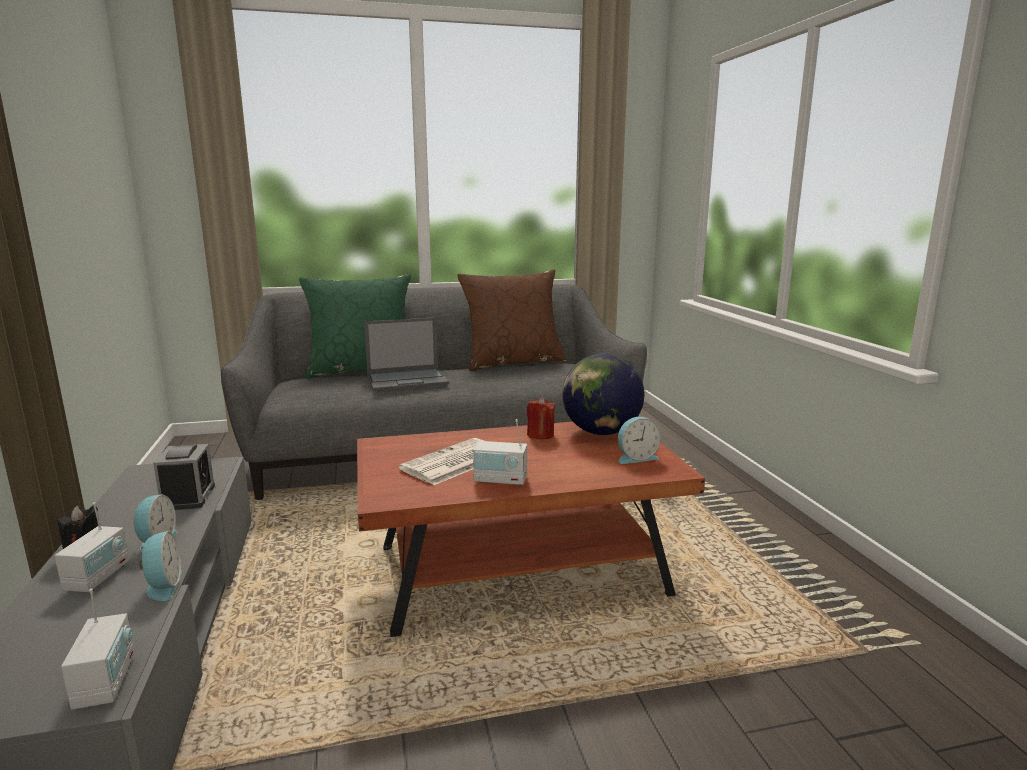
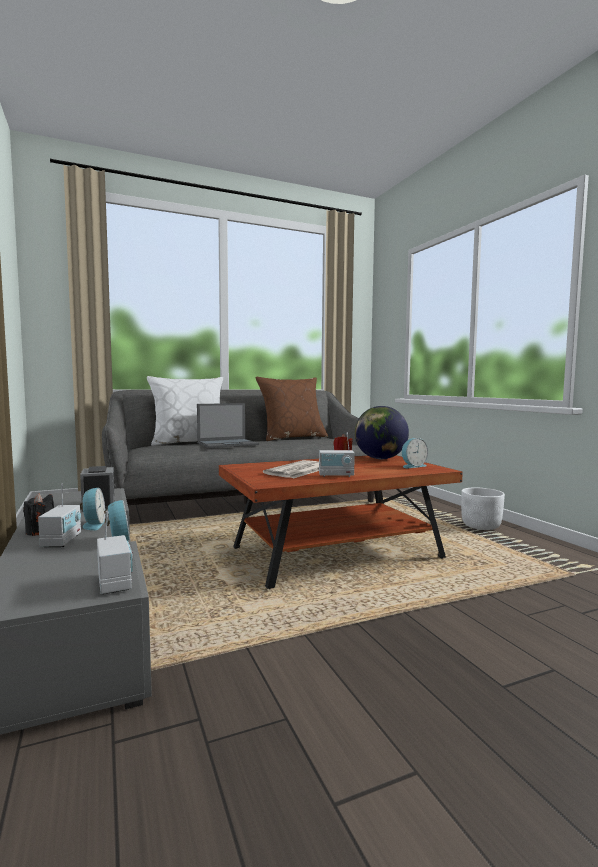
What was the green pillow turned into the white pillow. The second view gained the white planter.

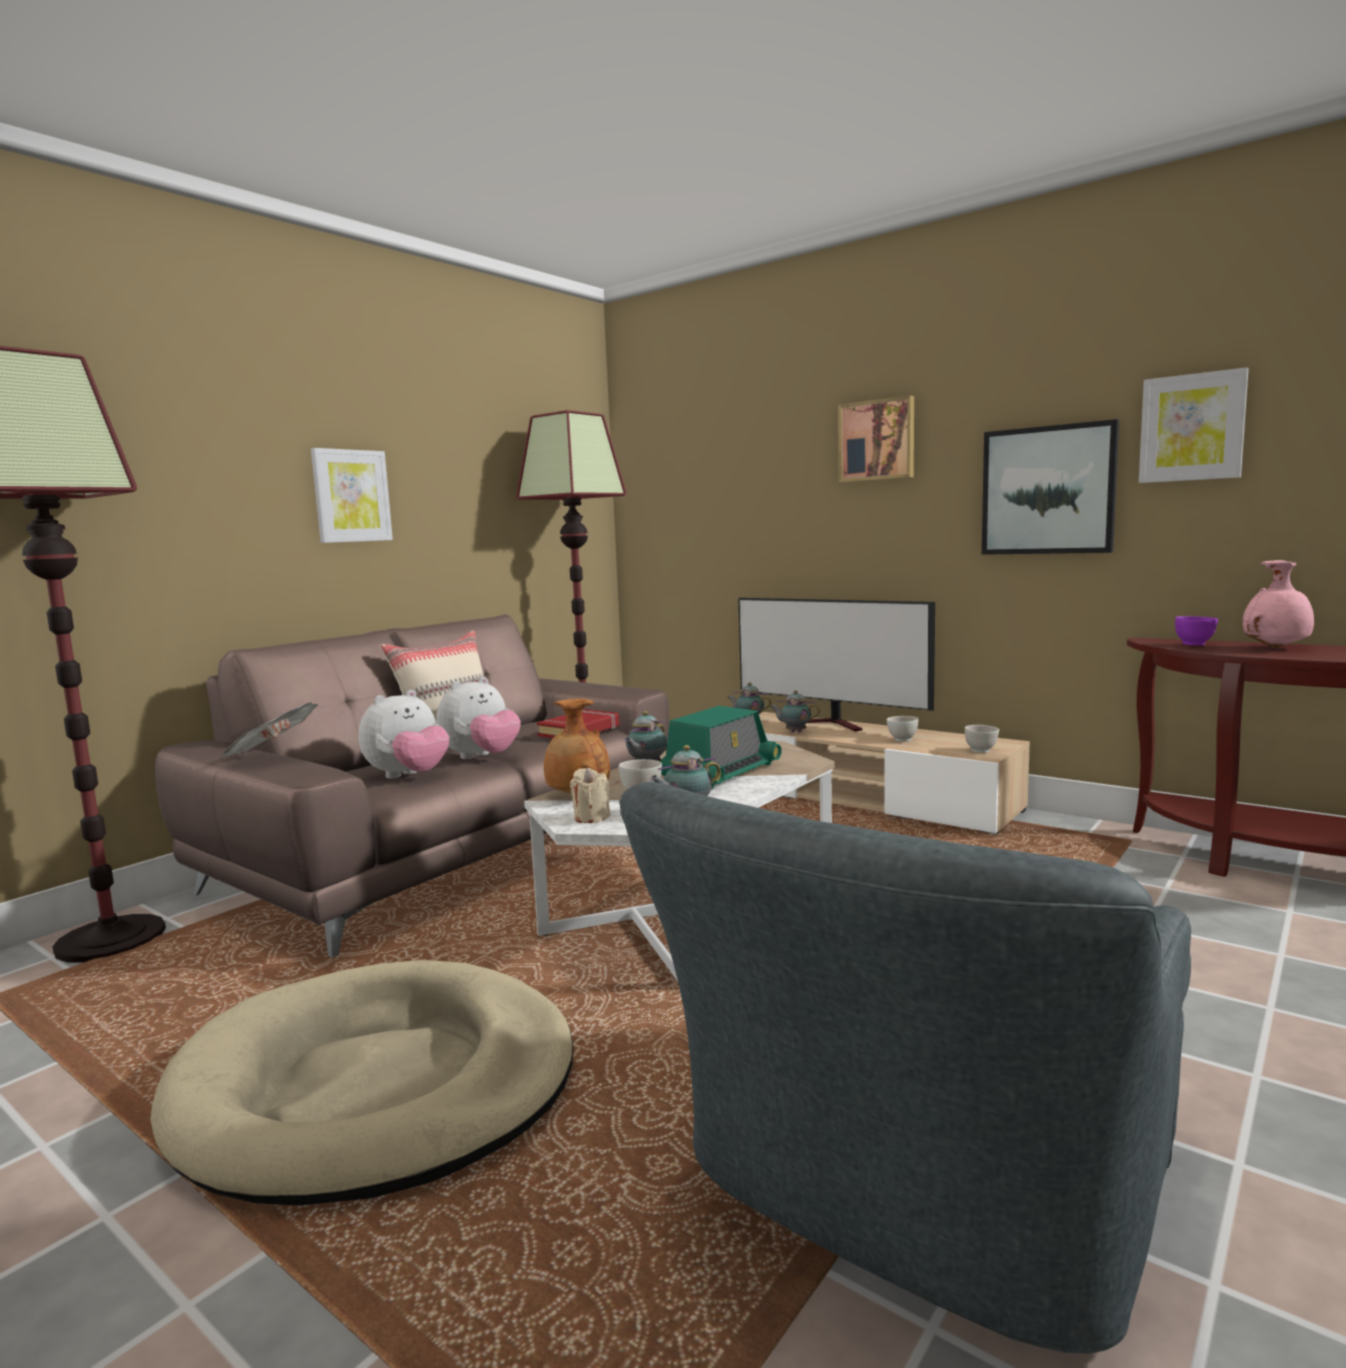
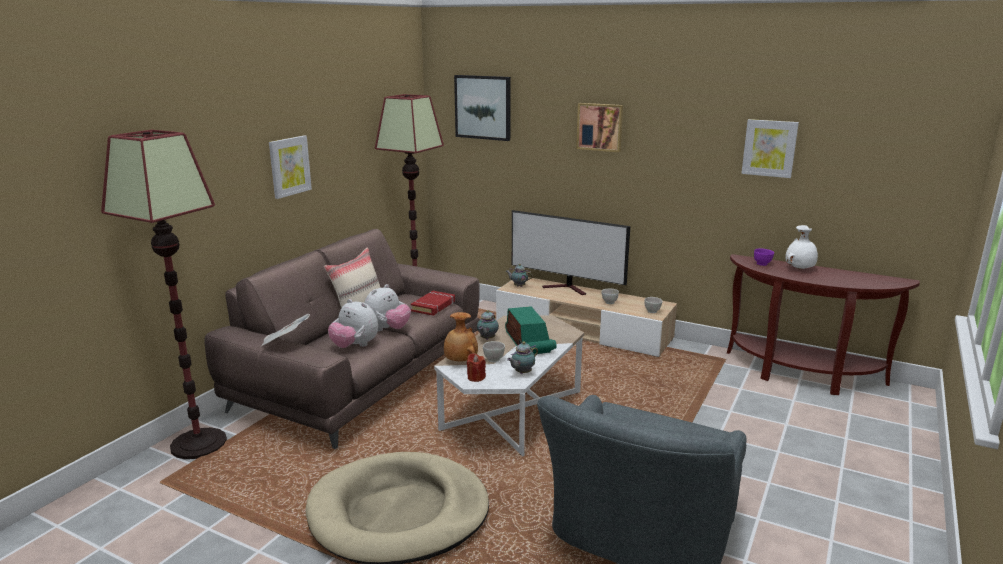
The plush toy (1st from left) ended up facing another way, 90 degrees clockwise from before. The picture (3rd from left in the first image) ended up elsewhere. What was the beige candle turned into the red candle. The radio ended up facing another way, 45 degrees counterclockwise from before. What was the pink vase turned into the white vase. The second view lost the teapot (4th from left).

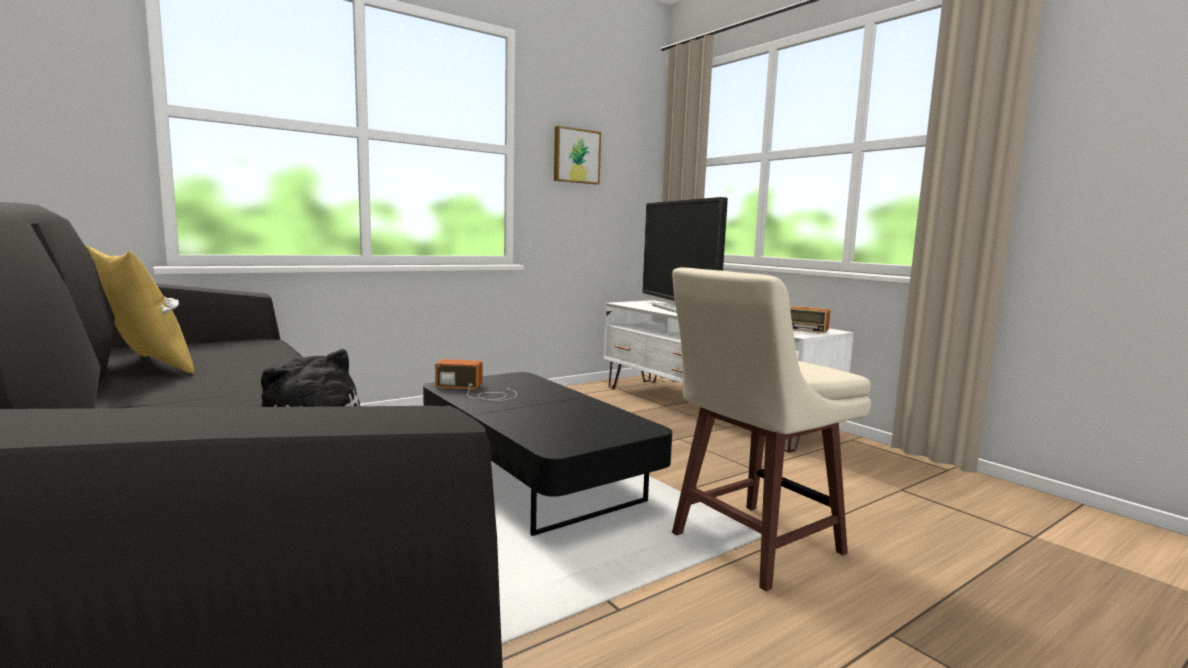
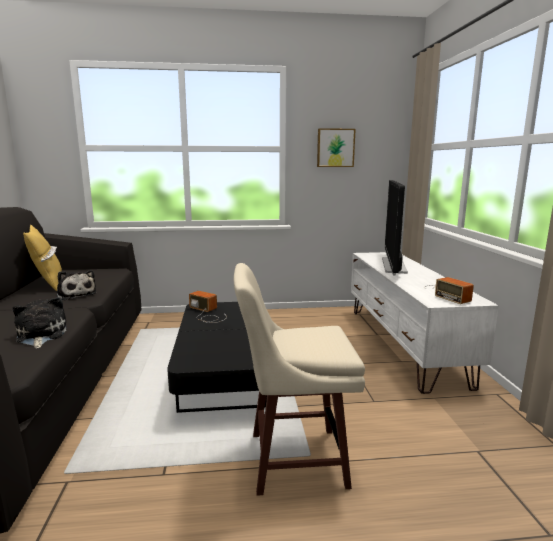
The second view gained the plush toy (2nd from left).

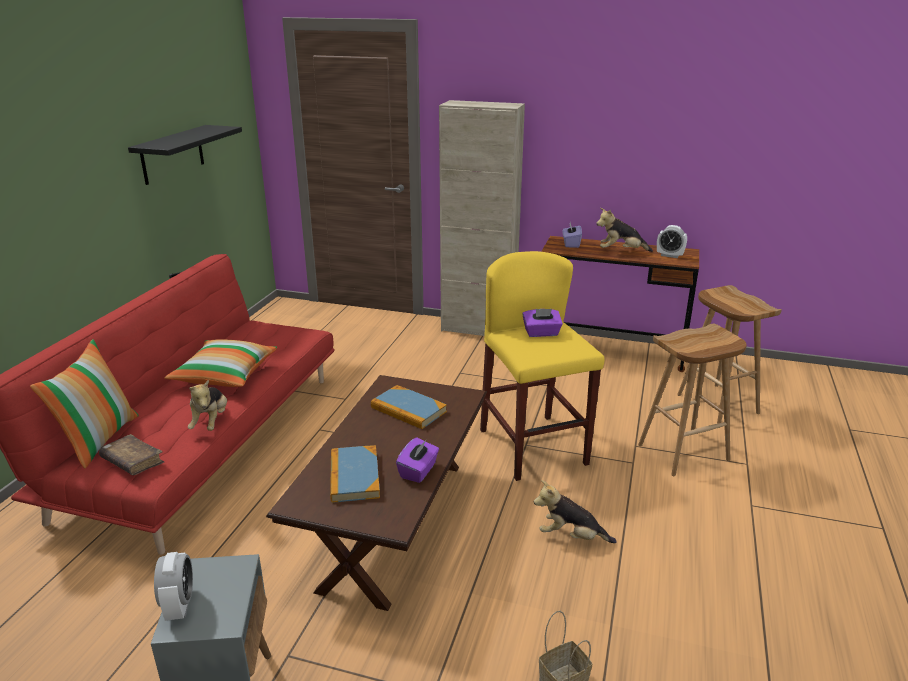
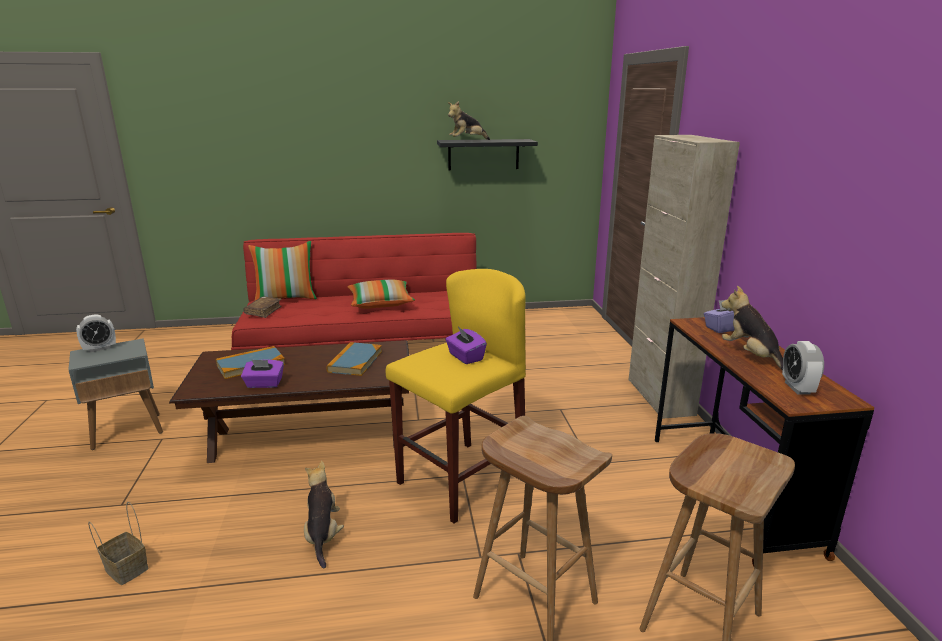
The plush toy (1st from left in the first image) ended up elsewhere.

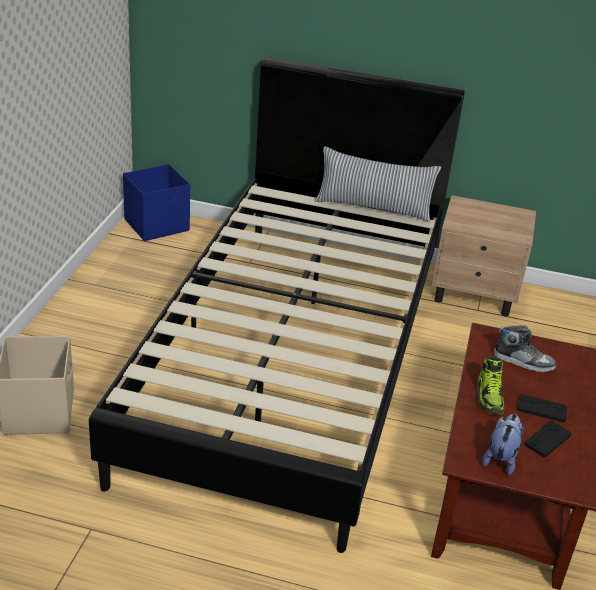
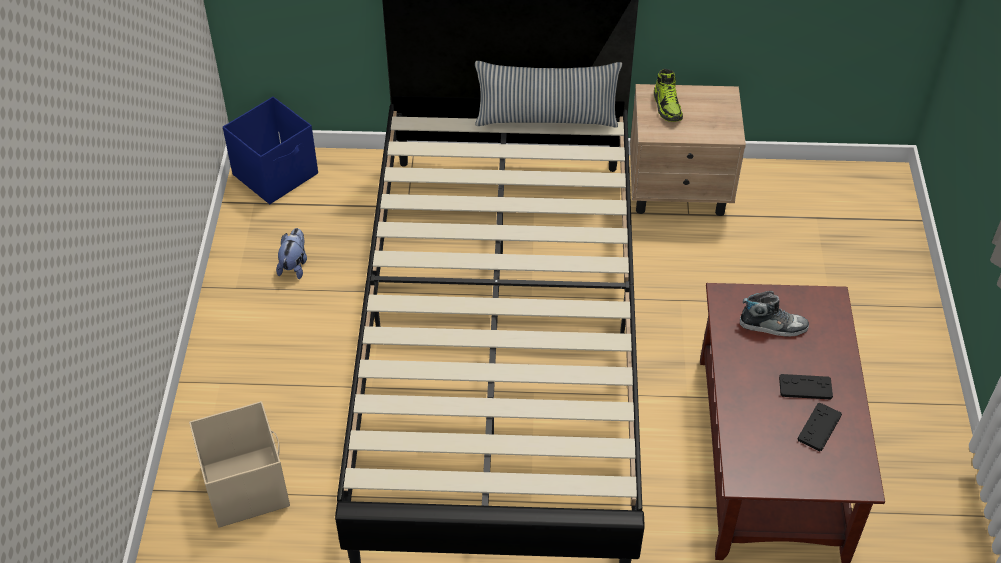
The plush toy ended up elsewhere. The shoe (1st from left) ended up elsewhere.

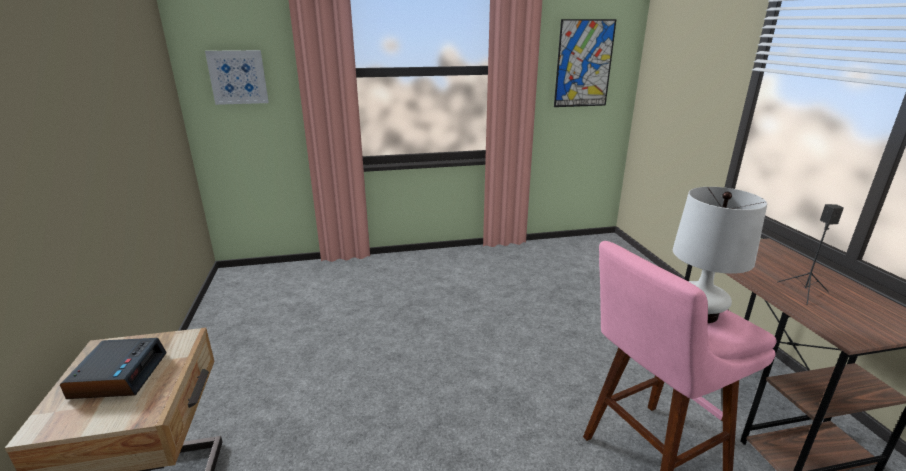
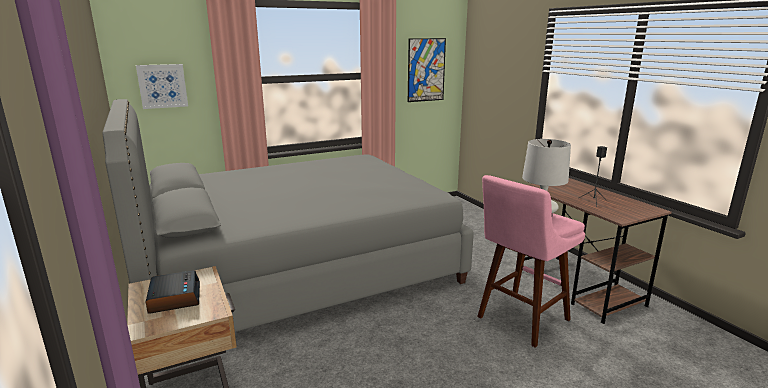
The second view gained the grey bed.

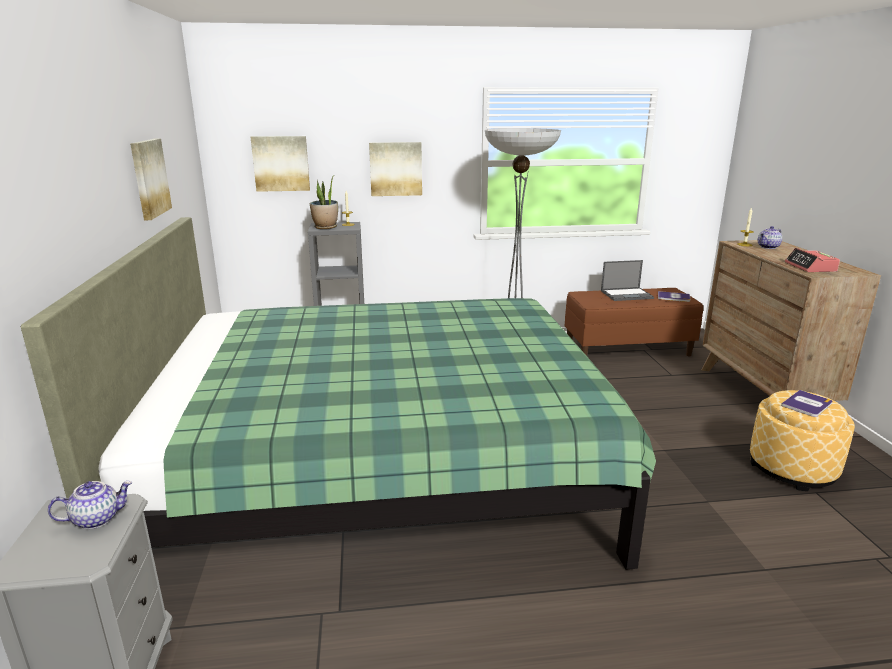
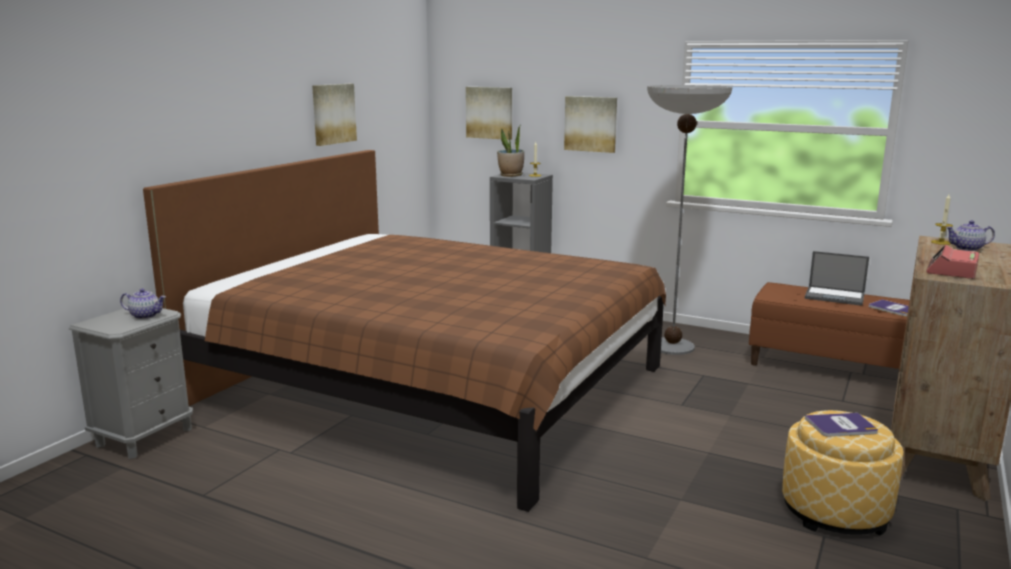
What was the green bed turned into the brown bed.

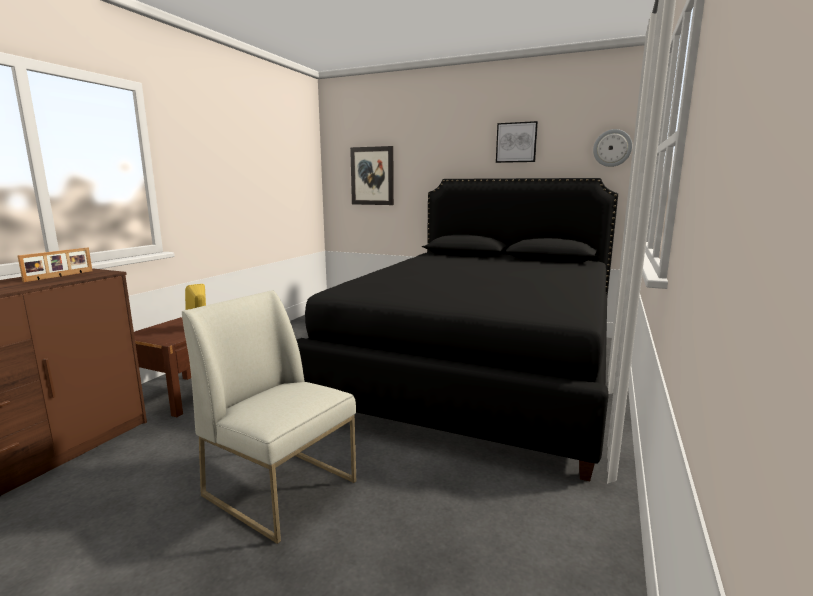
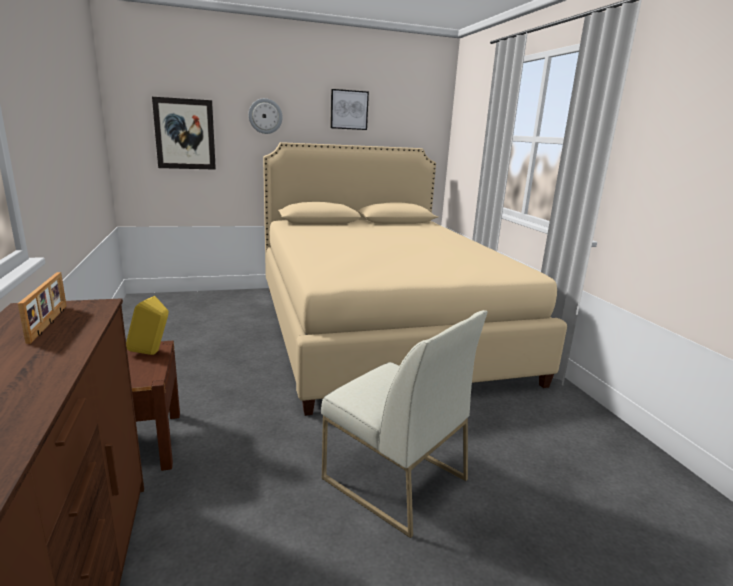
The wall clock ended up elsewhere. What was the black bed turned into the beige bed. The white chair ended up facing another way, 135 degrees counterclockwise from before.

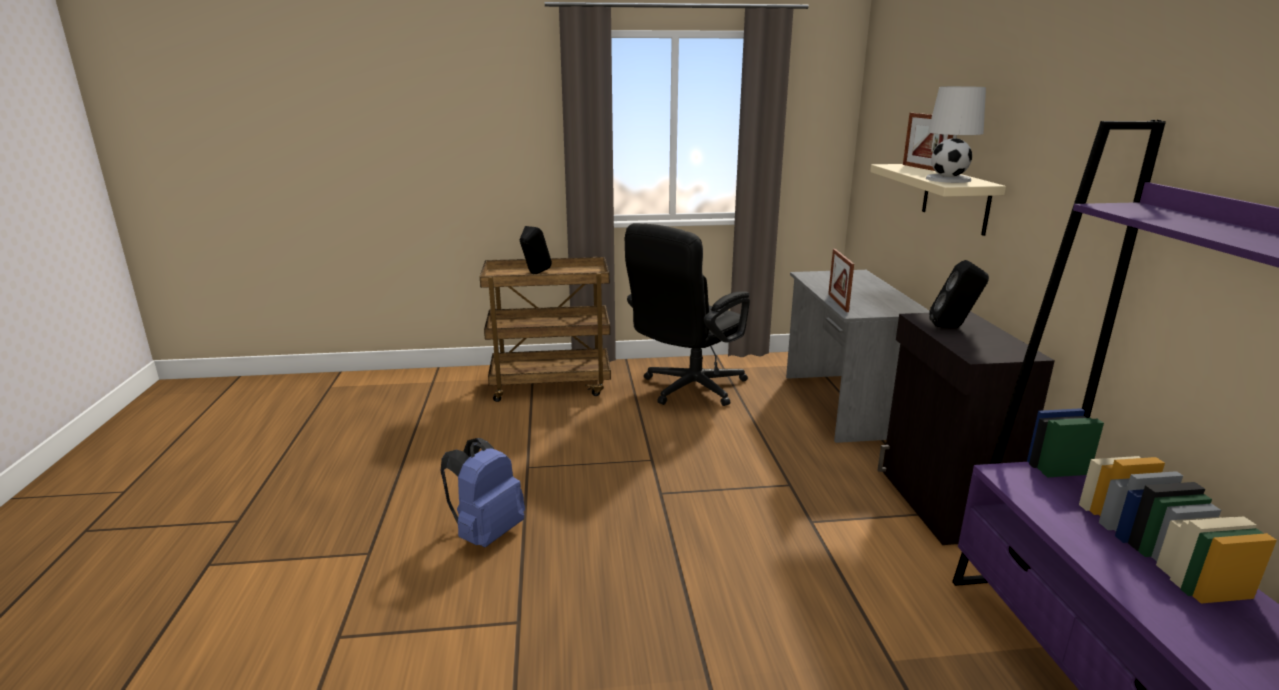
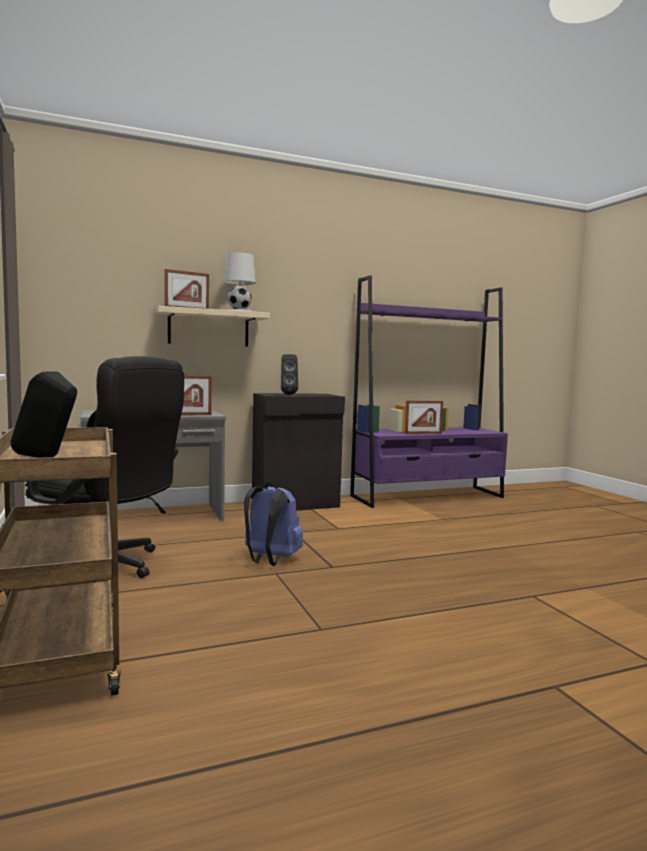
The blue backpack ended up elsewhere. The second view gained the picture frame (3rd from left).

